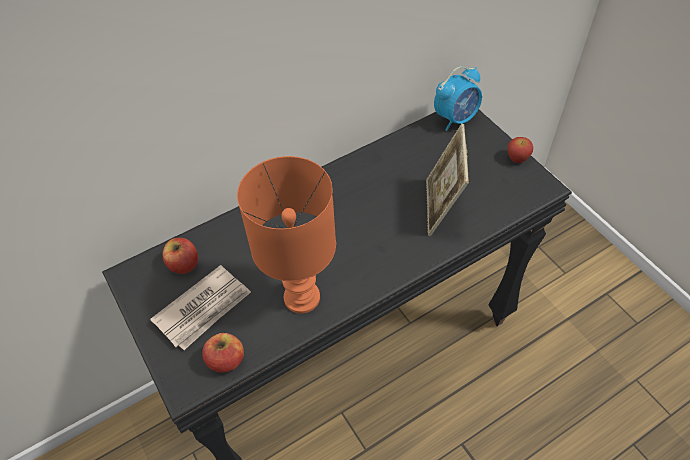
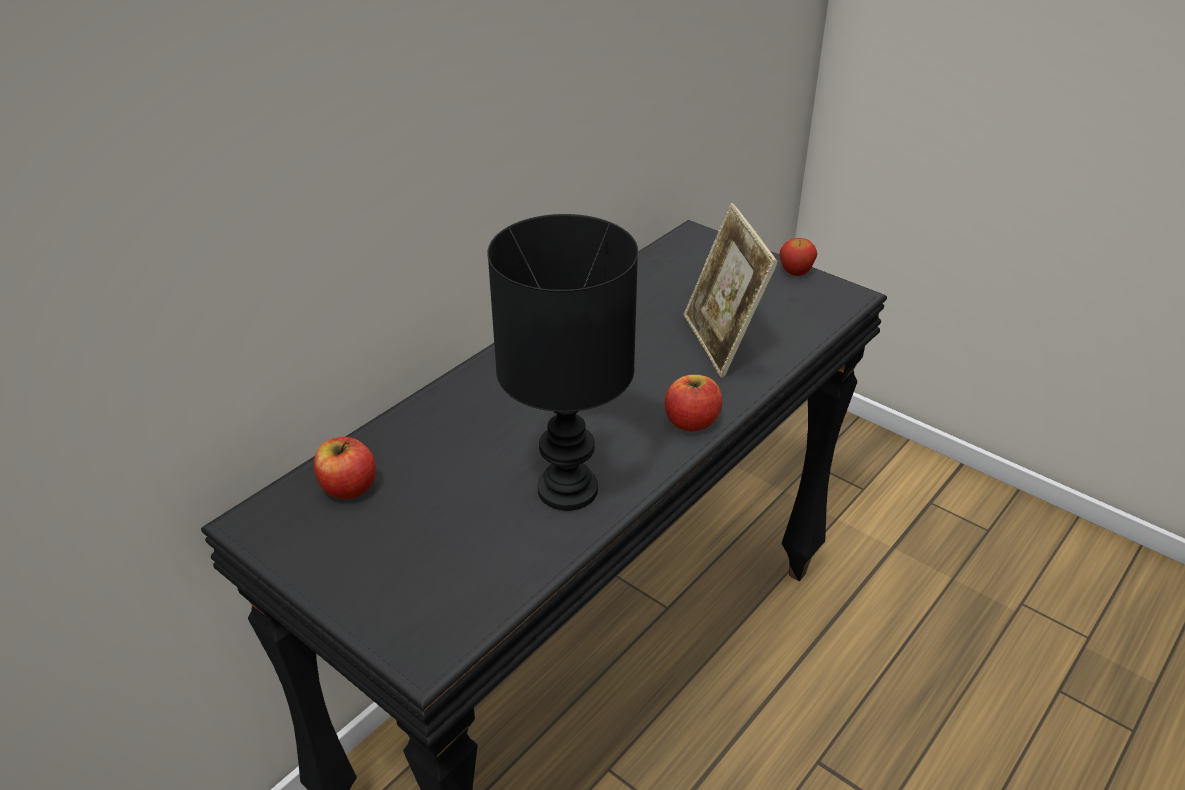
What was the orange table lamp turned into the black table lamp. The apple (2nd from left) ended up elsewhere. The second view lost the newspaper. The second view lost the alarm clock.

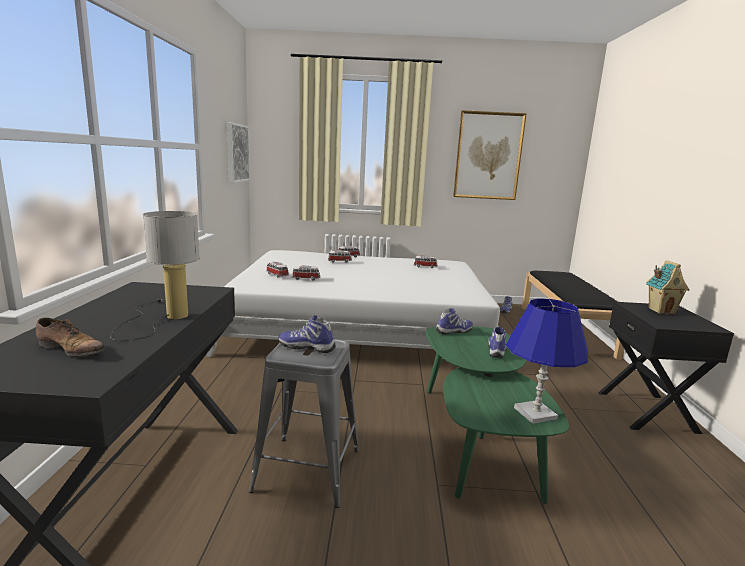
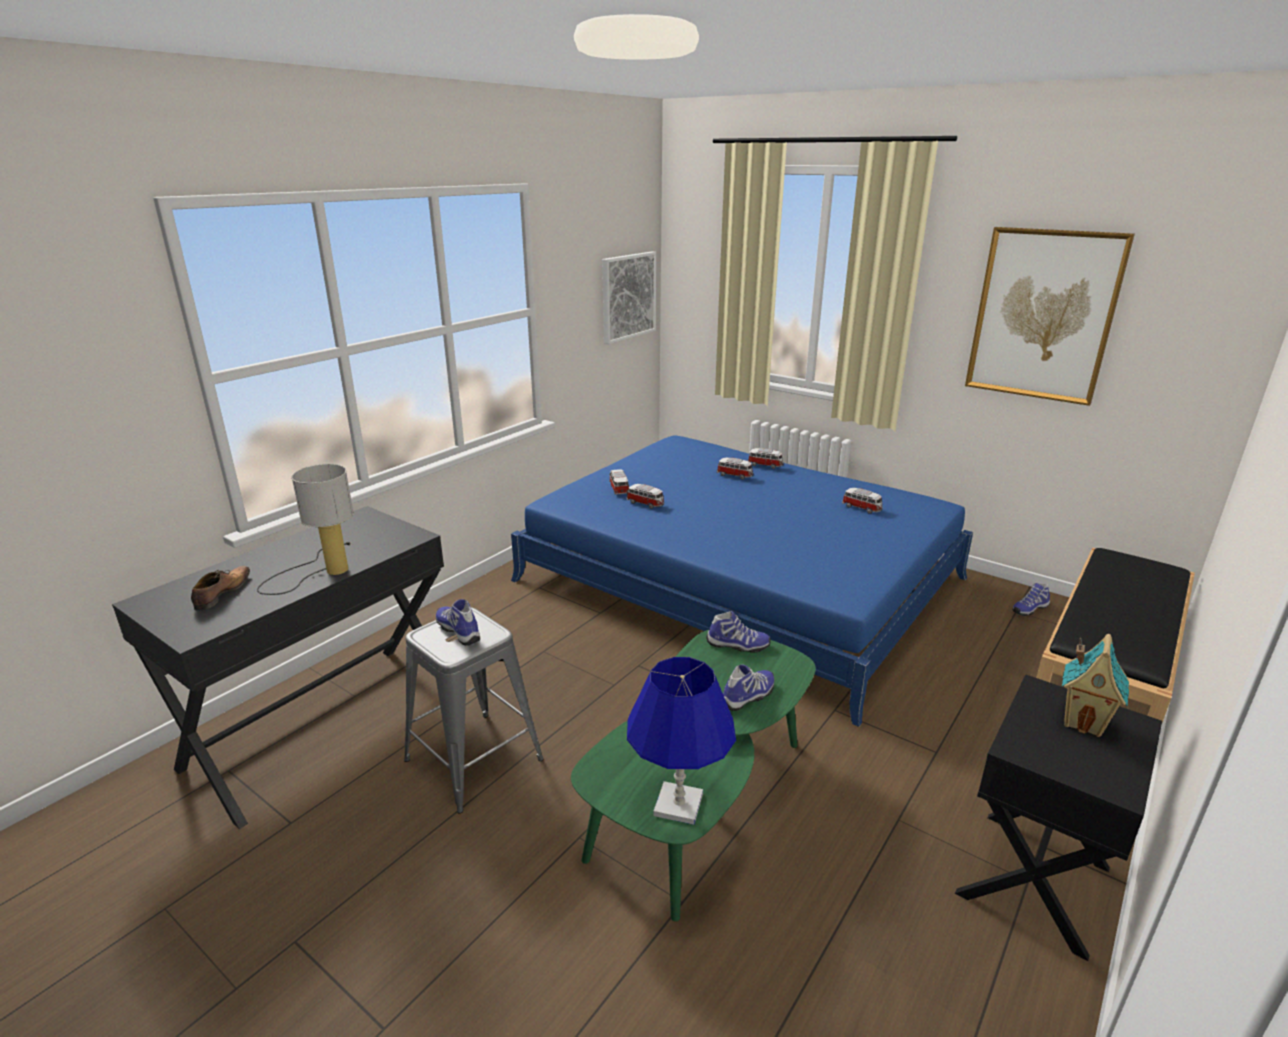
The shoe (1st from left) ended up facing another way, 135 degrees counterclockwise from before. What was the white bed turned into the blue bed.

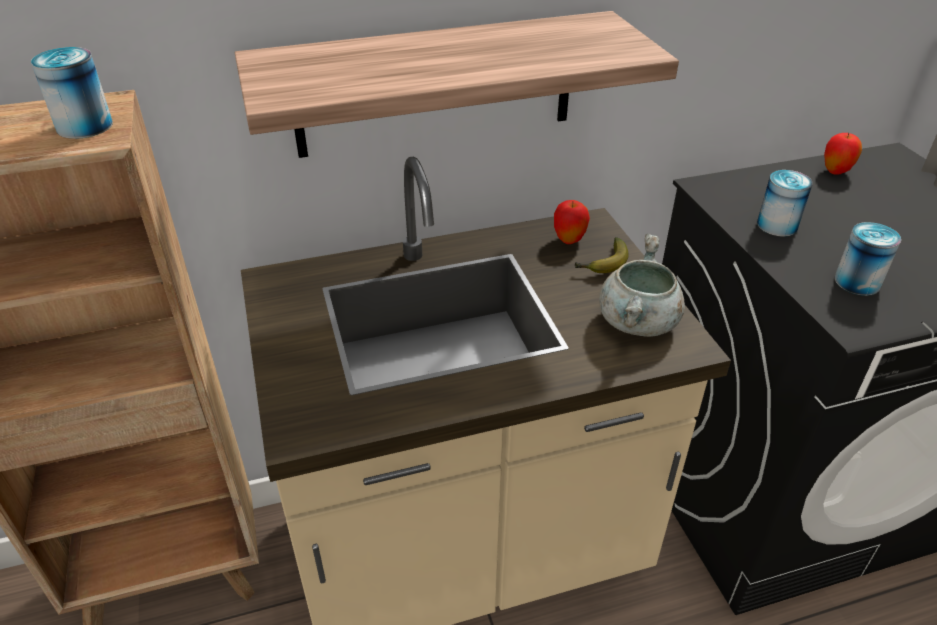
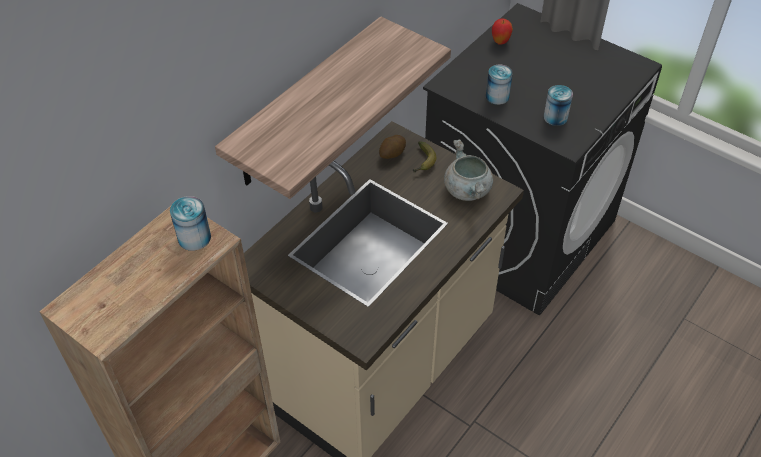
Where the apple (1st from left) stood, the potato came to stand.

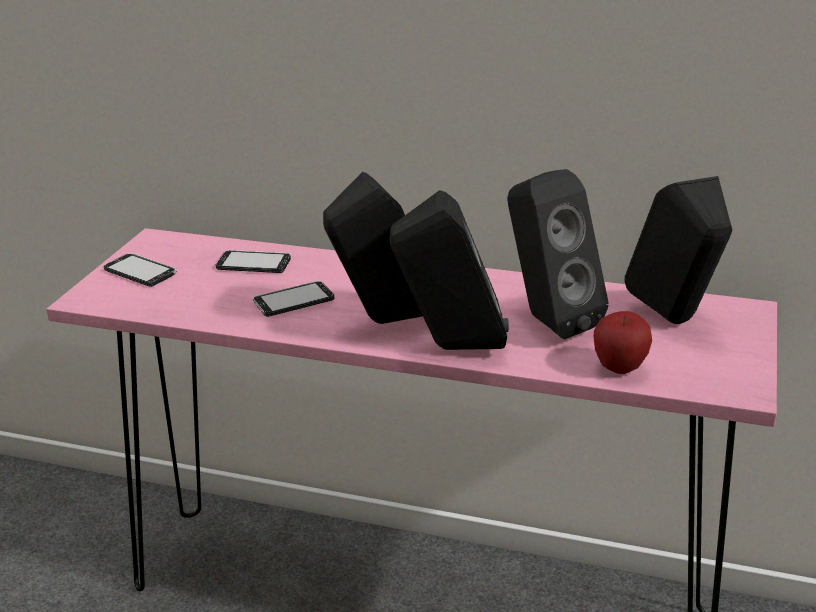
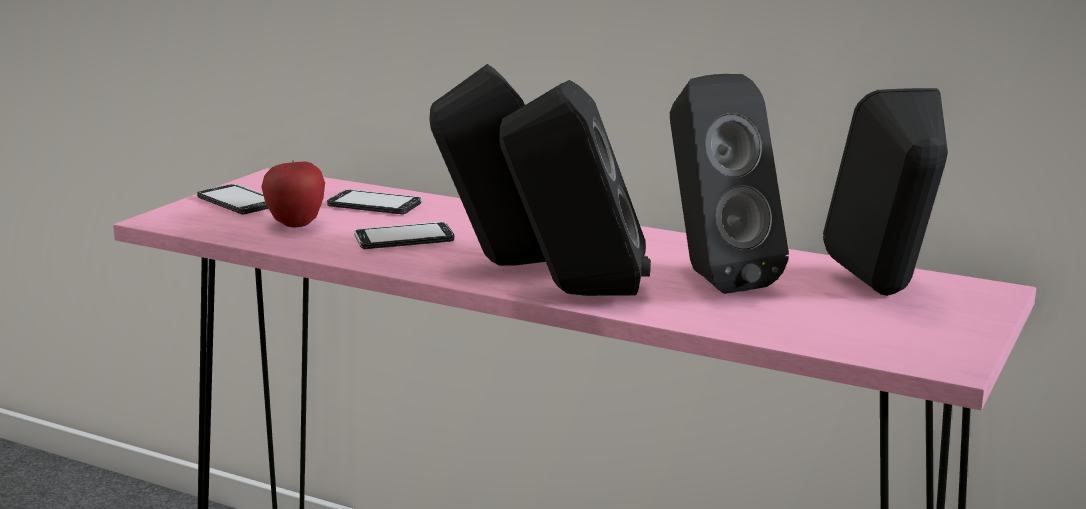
The apple ended up elsewhere.

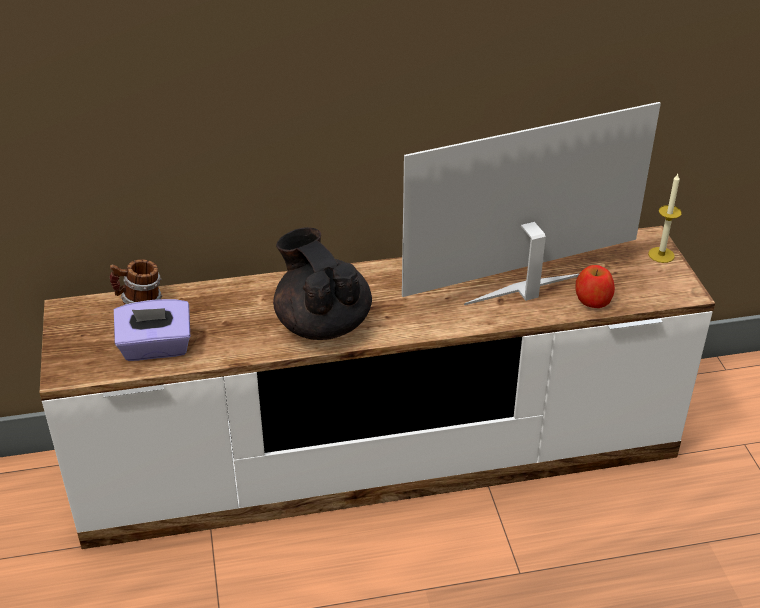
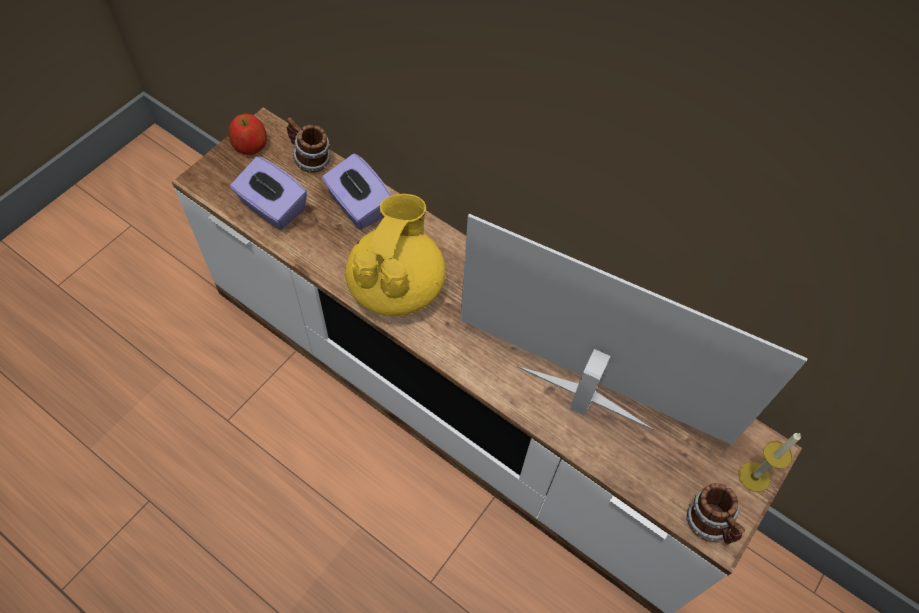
The apple ended up elsewhere. The second view gained the purple tissue box (2nd from left). What was the black teapot turned into the yellow teapot. The second view gained the mug (2nd from left).

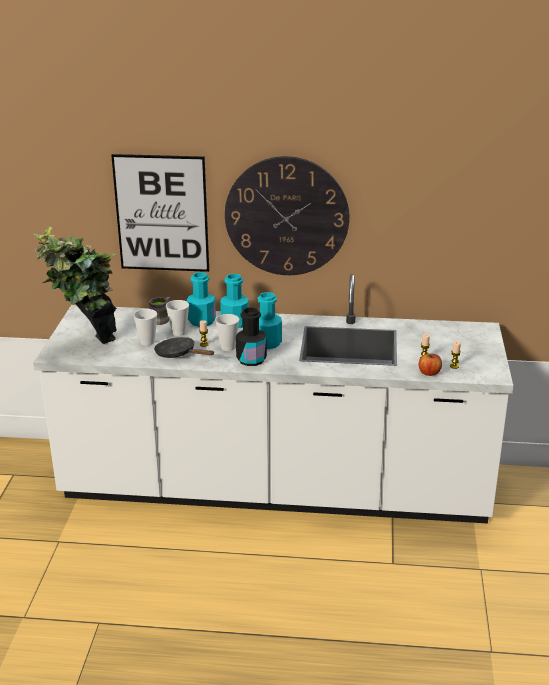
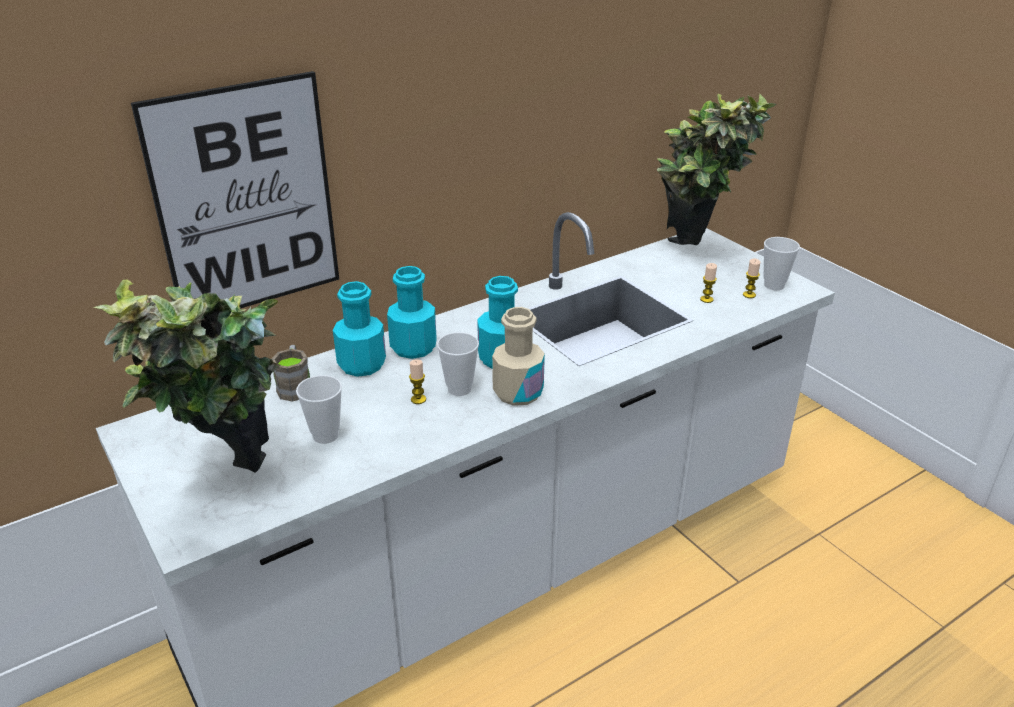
What was the black bottle turned into the beige bottle. The second view gained the potted plant (2nd from left). The cup (2nd from left in the first image) ended up elsewhere. The second view lost the black frying pan. The second view lost the wall clock. The second view lost the apple.

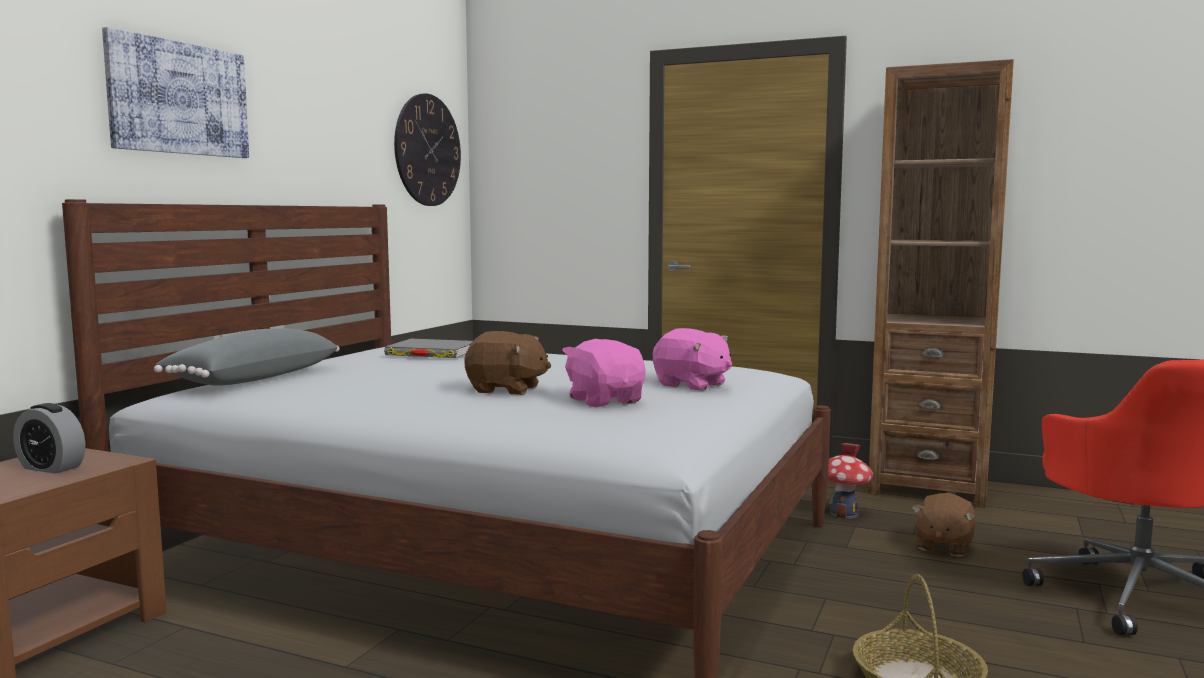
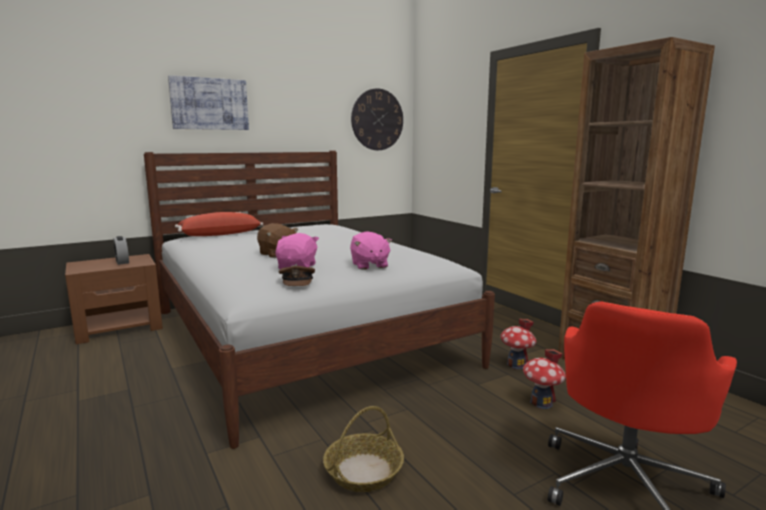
What was the grey pillow turned into the red pillow. The second view gained the brown cap. Where the brown plush toy (2nd from left) stood, the toy house (2nd from left) came to stand. The second view lost the grey book.

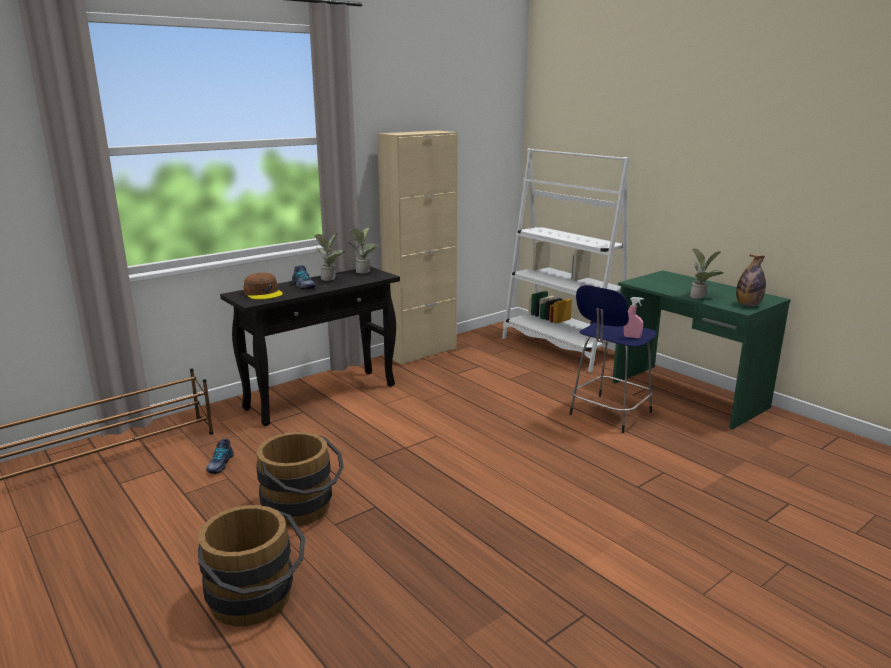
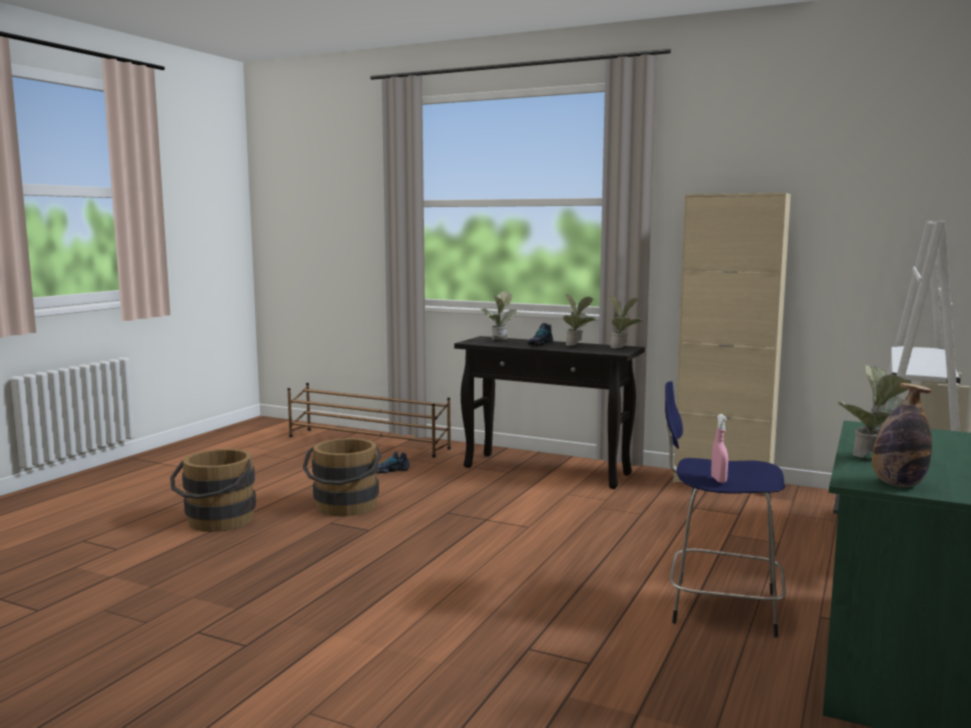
Where the brown cap stood, the potted plant (1st from left) came to stand.

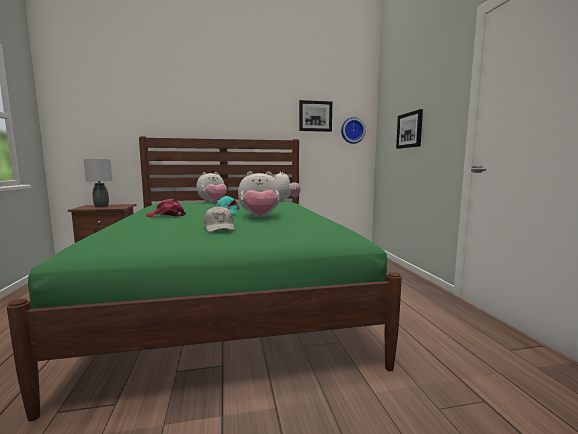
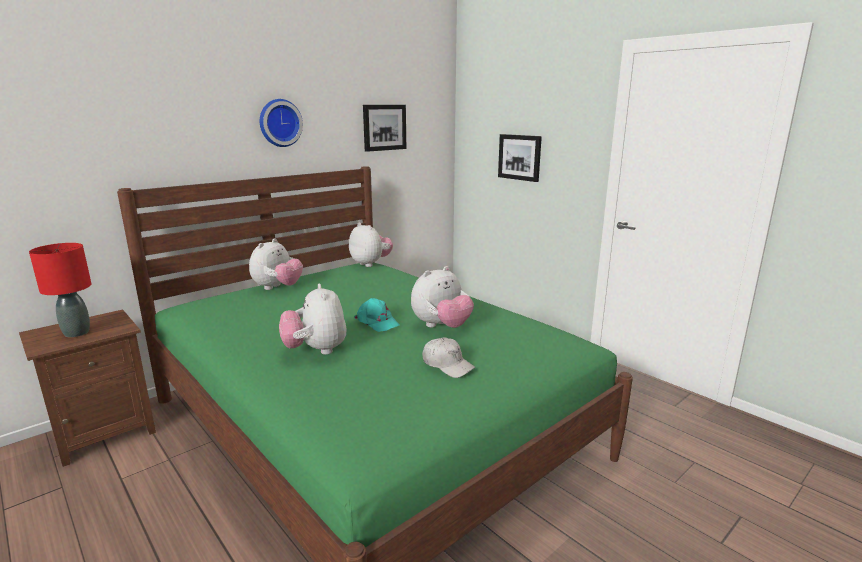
What was the grey table lamp turned into the red table lamp. The wall clock ended up elsewhere. Where the pink cap stood, the plush toy (2nd from left) came to stand.

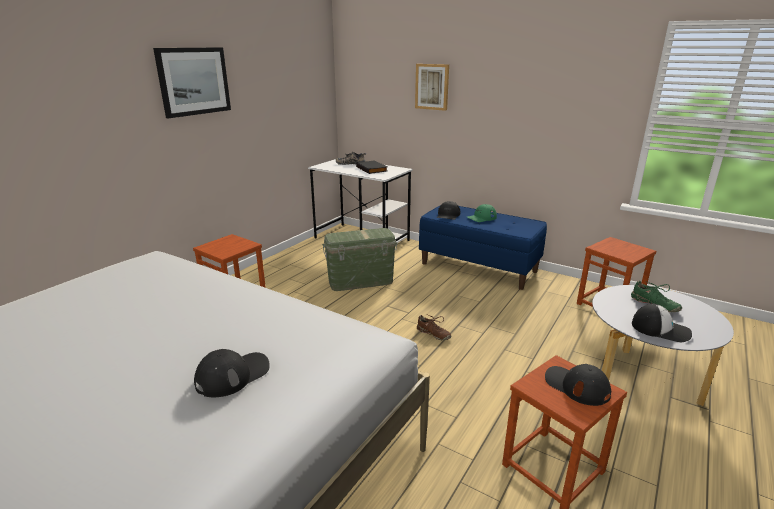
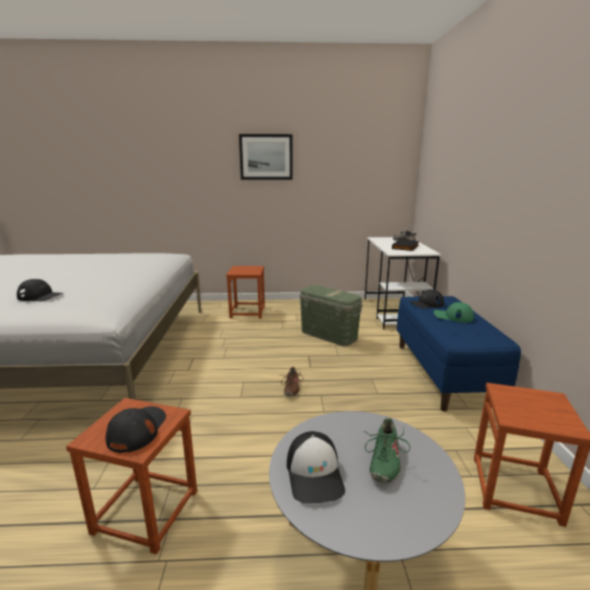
The second view lost the picture (2nd from left).

